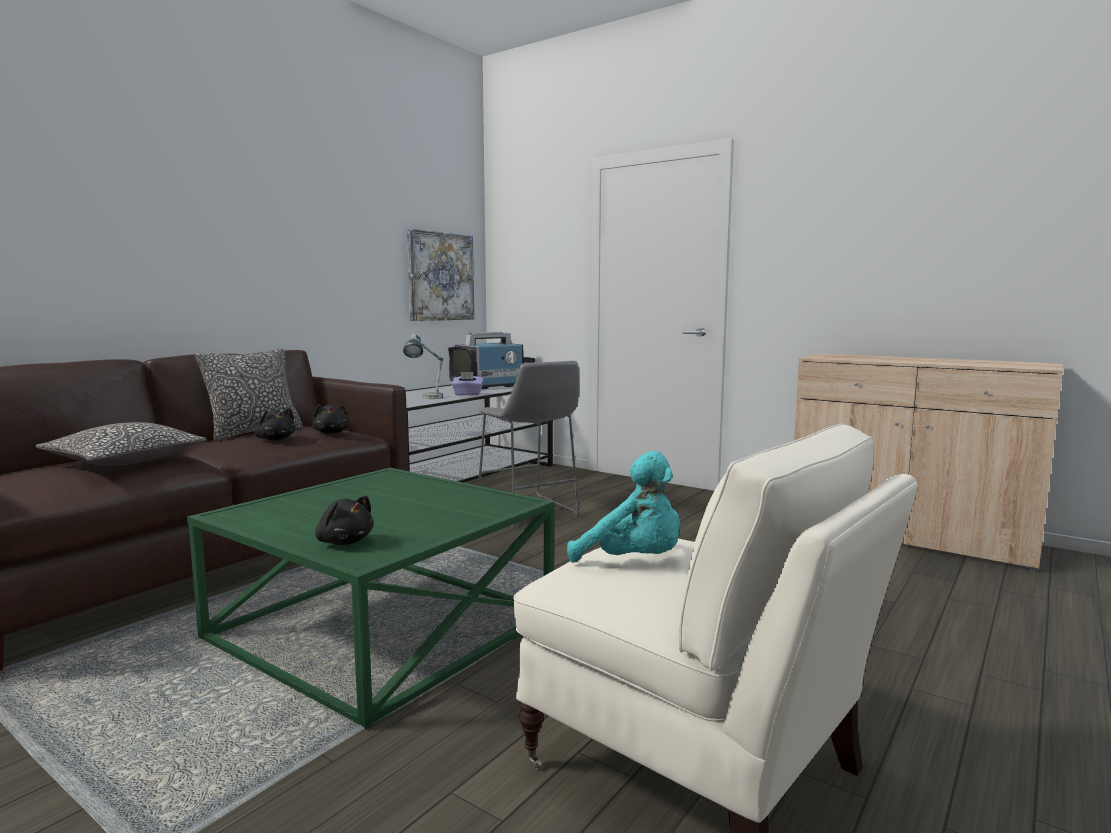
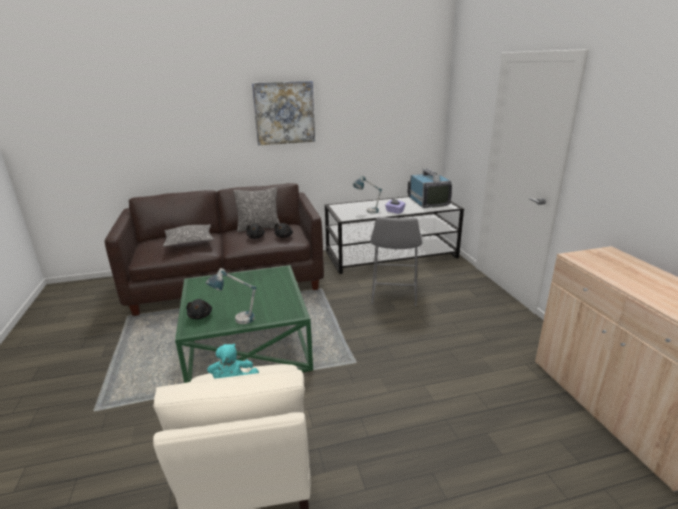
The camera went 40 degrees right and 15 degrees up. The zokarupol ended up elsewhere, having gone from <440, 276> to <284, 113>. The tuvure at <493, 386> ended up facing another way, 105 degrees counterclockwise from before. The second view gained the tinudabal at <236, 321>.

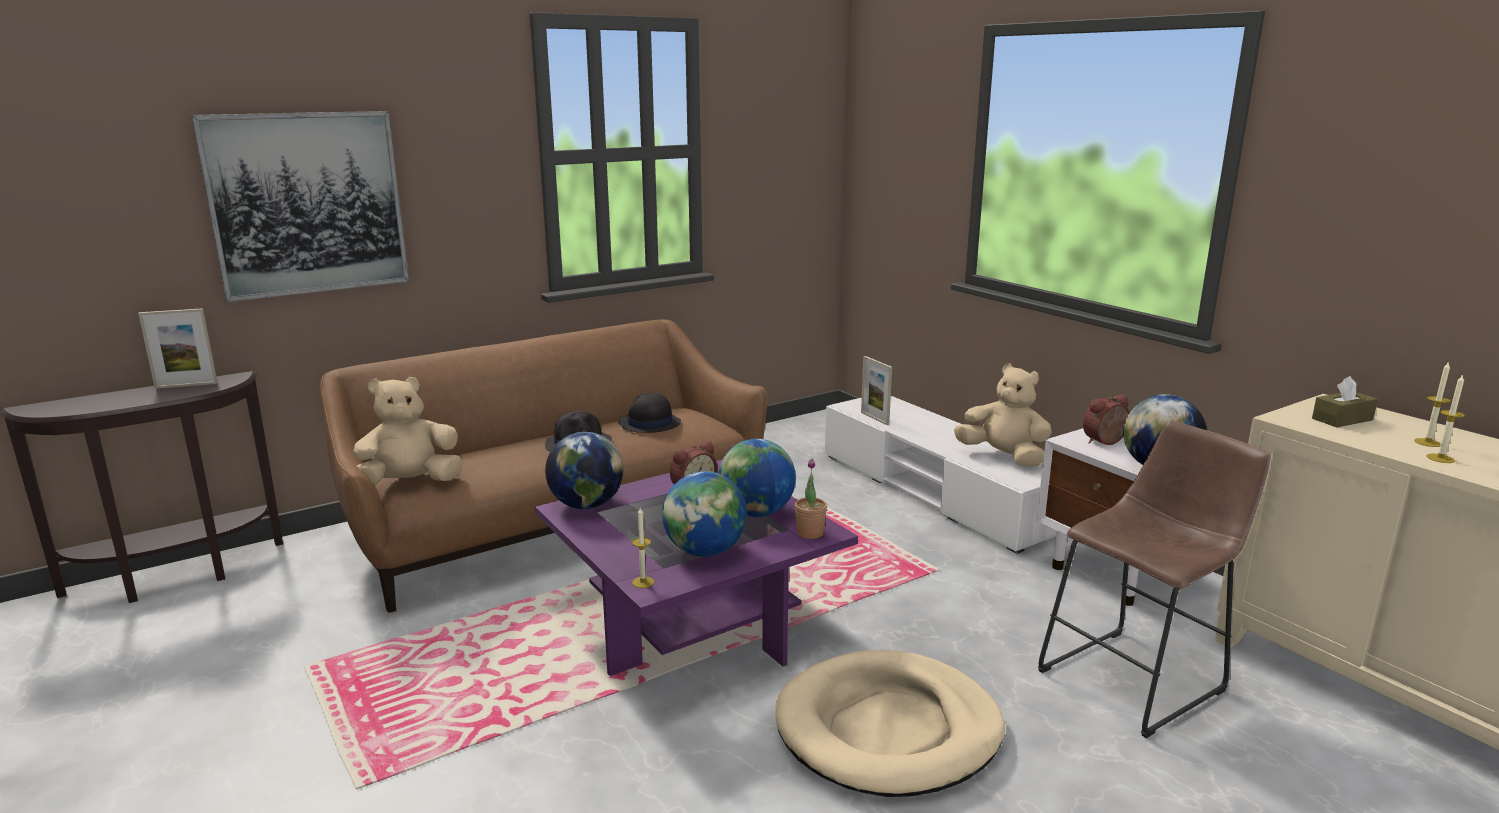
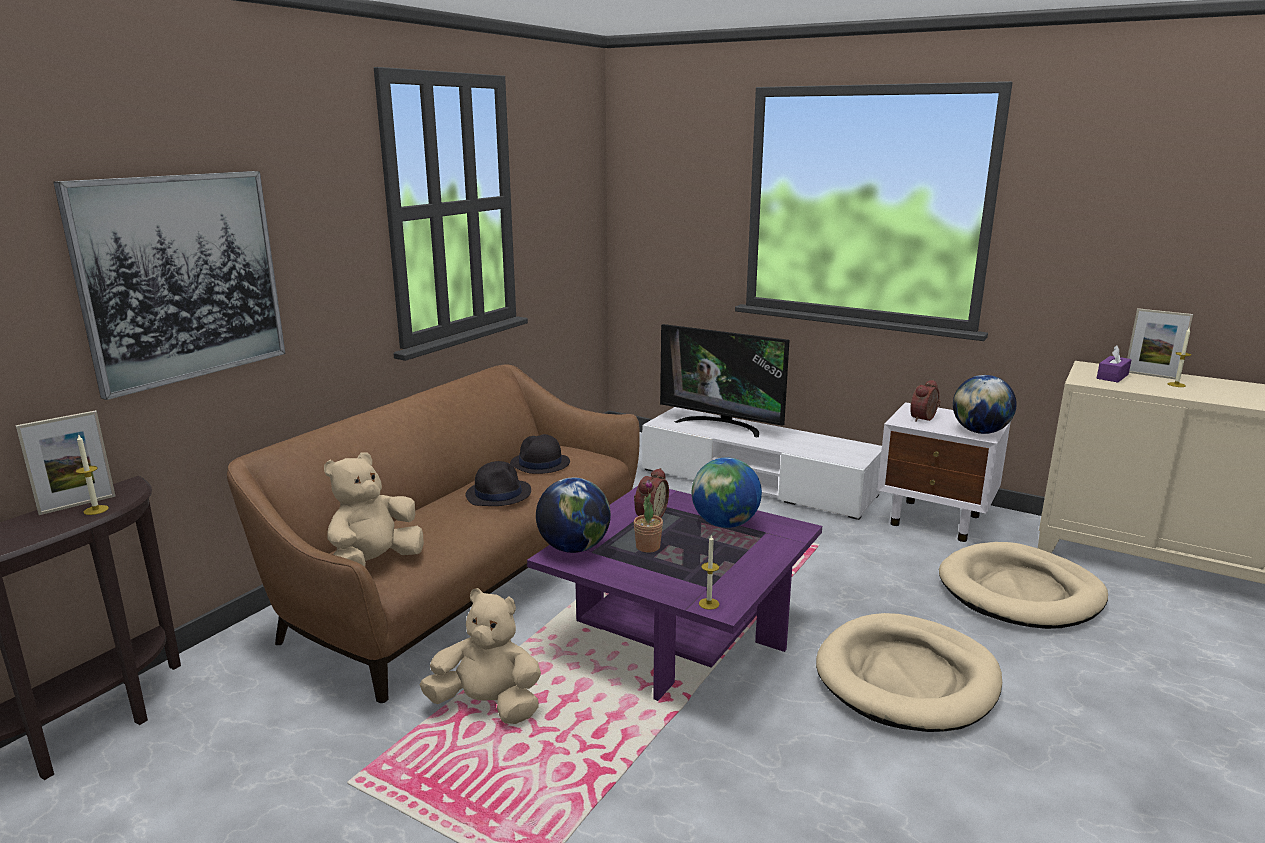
The camera went 25 degrees left and 0 degrees up. The second view lost the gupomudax at <705, 551>. The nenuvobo ended up elsewhere, having gone from <810, 533> to <648, 547>. The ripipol ended up elsewhere, having gone from <874, 418> to <1151, 375>. The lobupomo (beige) ended up elsewhere, having gone from <1003, 457> to <488, 705>. Where the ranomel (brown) stood at <1138, 678>, the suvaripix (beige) came to stand at <1020, 592>. What was the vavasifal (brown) at <1342, 419> turned into the vavasifal (purple) at <1112, 376>. The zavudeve ended up elsewhere, having gone from <1440, 458> to <96, 510>. The second view gained the tuvure at <722, 425>.

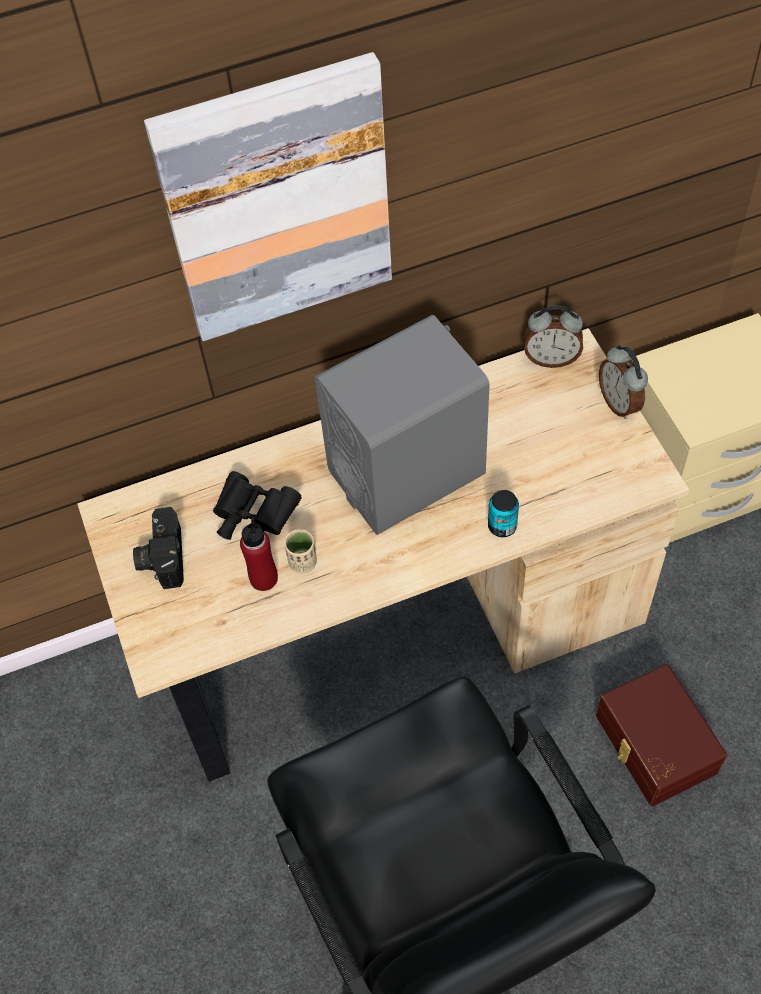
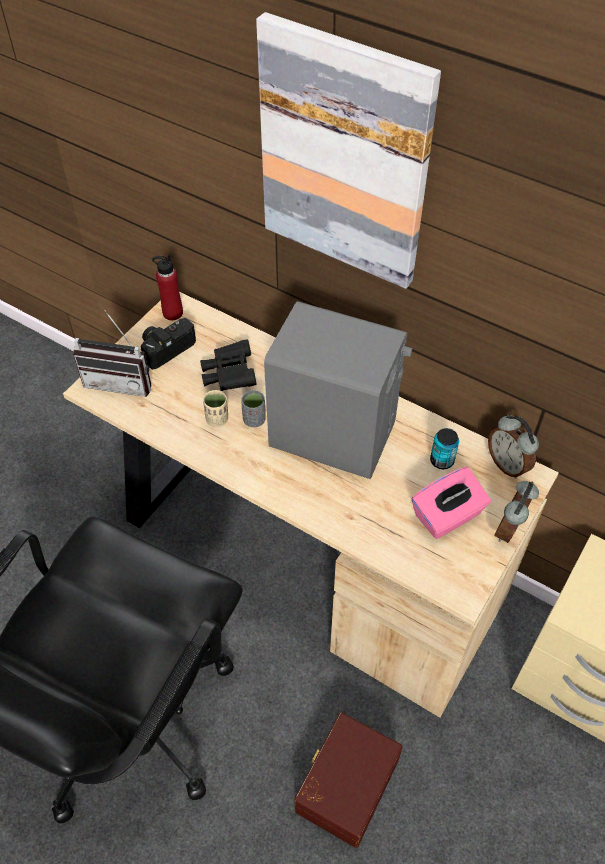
The camera went 50 degrees right and 5 degrees down. The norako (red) ended up elsewhere, having gone from <263, 578> to <172, 313>. The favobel ended up elsewhere, having gone from <502, 526> to <442, 460>. The second view gained the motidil at <121, 381>. The second view gained the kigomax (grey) at <254, 420>. The second view gained the vavasifal (pink) at <447, 516>.

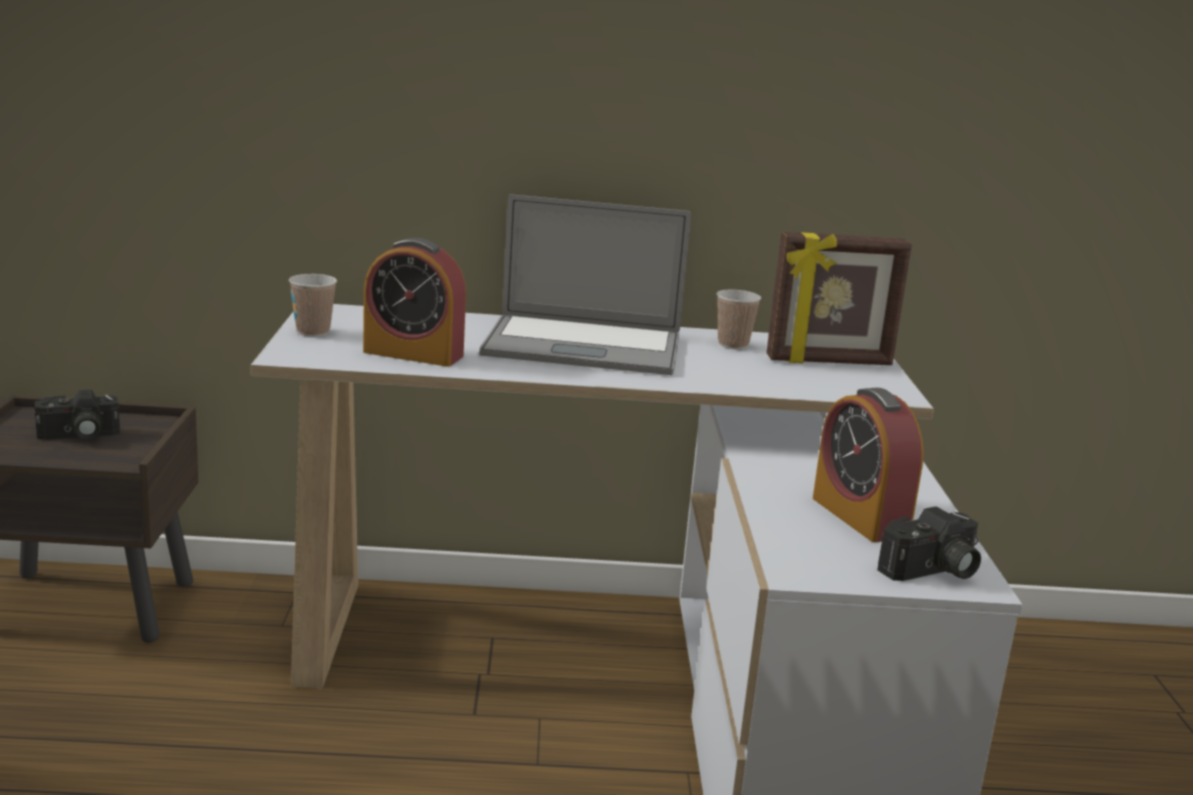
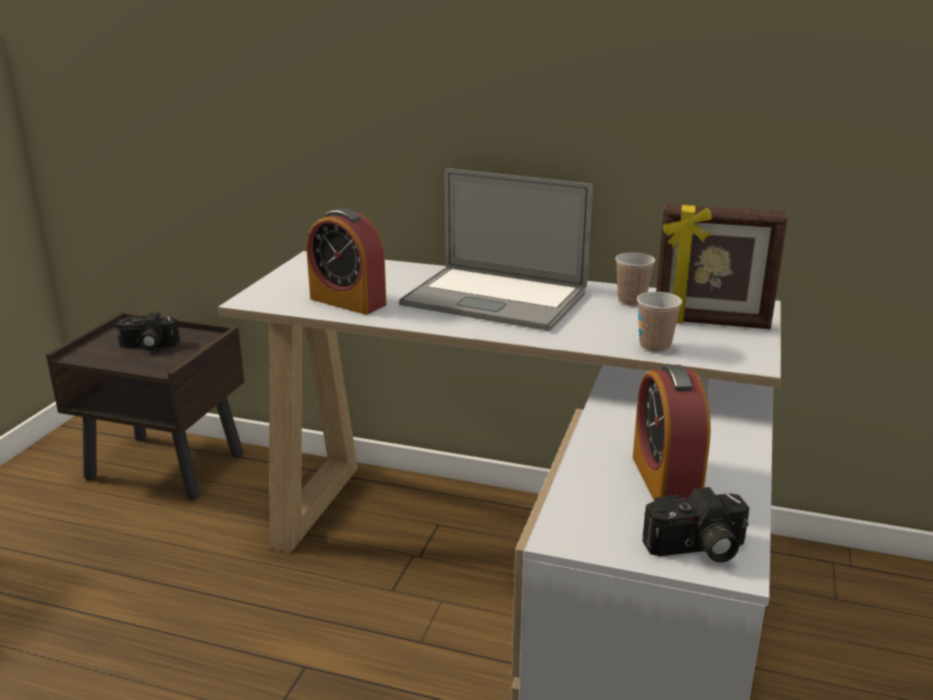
The camera went 20 degrees right and 5 degrees up. The kigomax ended up elsewhere, having gone from <313, 332> to <655, 346>.

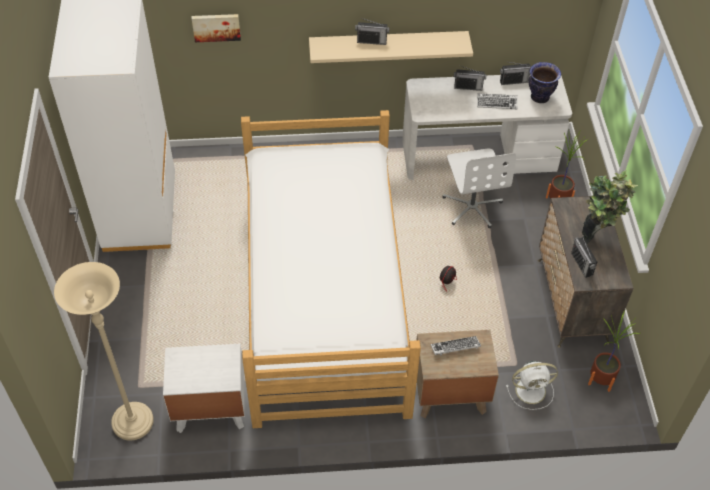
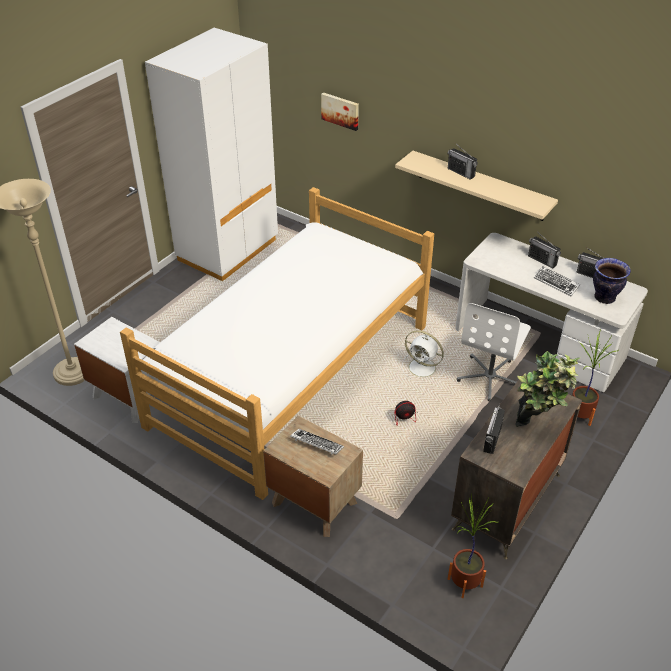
The camera went 40 degrees right and 10 degrees down. The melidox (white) ended up elsewhere, having gone from <532, 390> to <423, 368>.

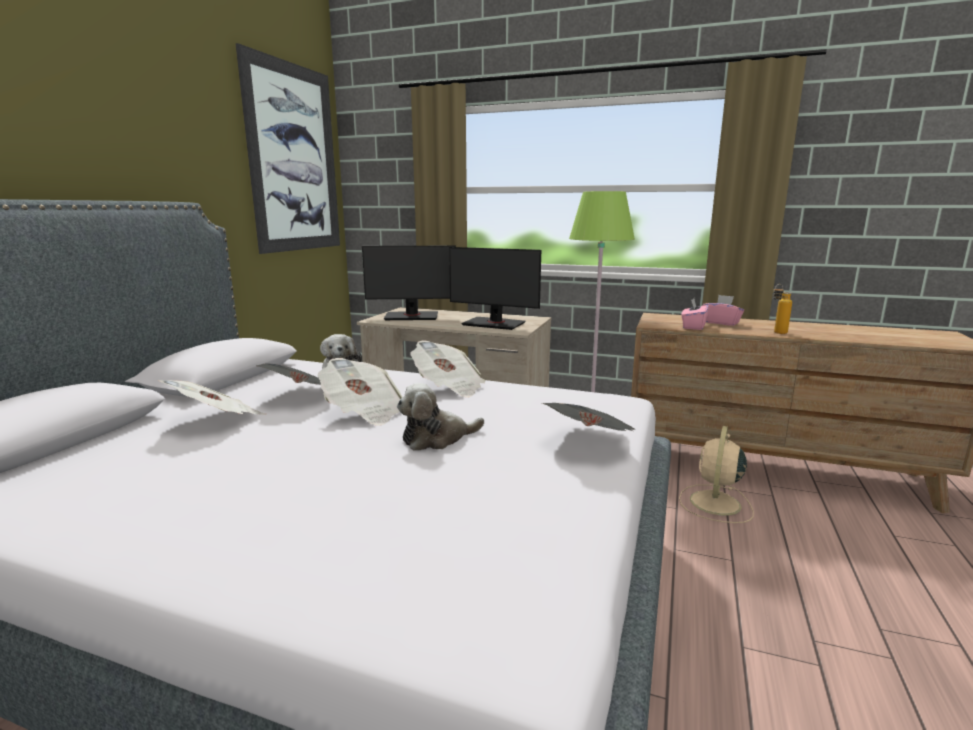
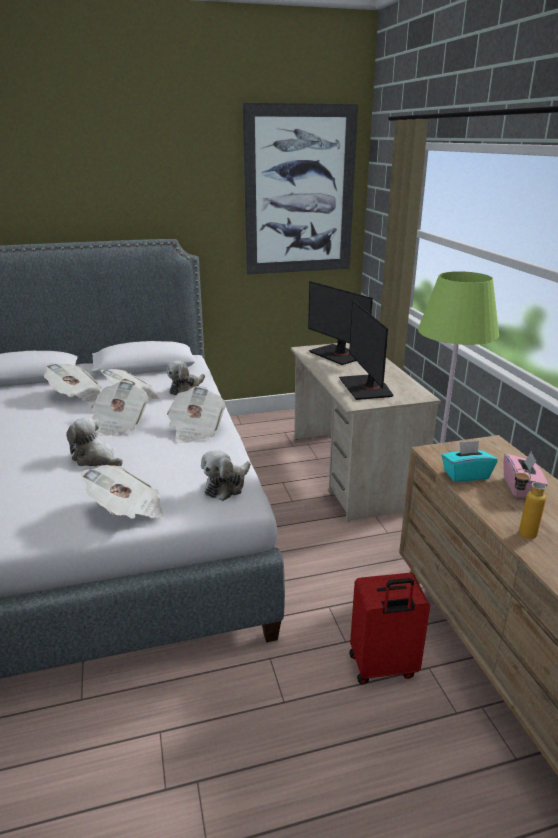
The camera went 55 degrees right and 10 degrees up. Where the melidox (beige) stood at <715, 504>, the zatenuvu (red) came to stand at <383, 667>. What was the vavasifal (pink) at <693, 327> turned into the vavasifal (turquoise) at <465, 475>. The second view gained the lobupomo at <226, 486>.

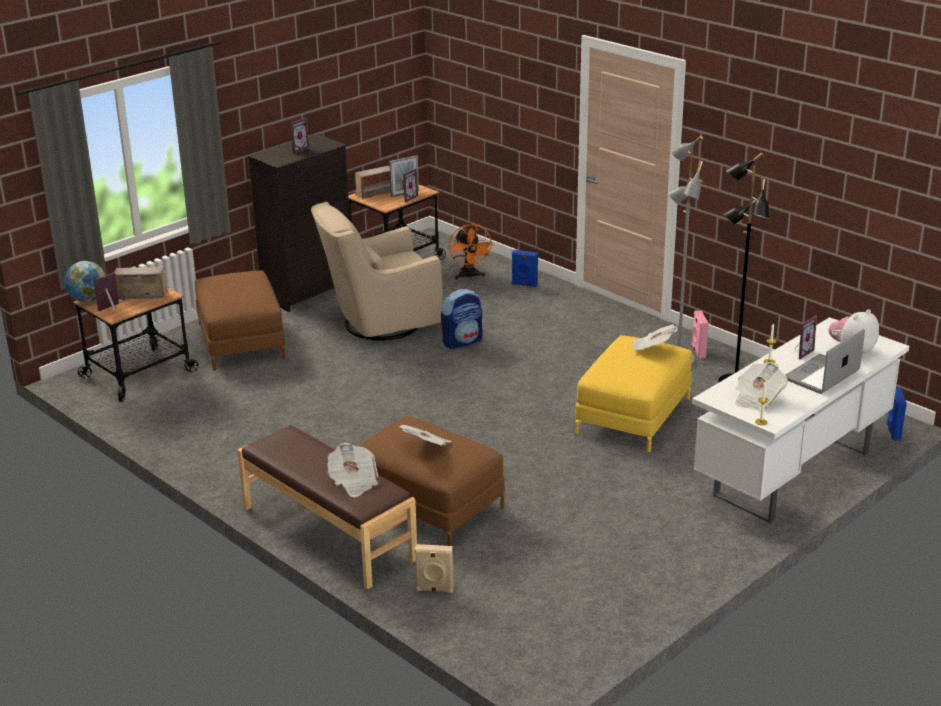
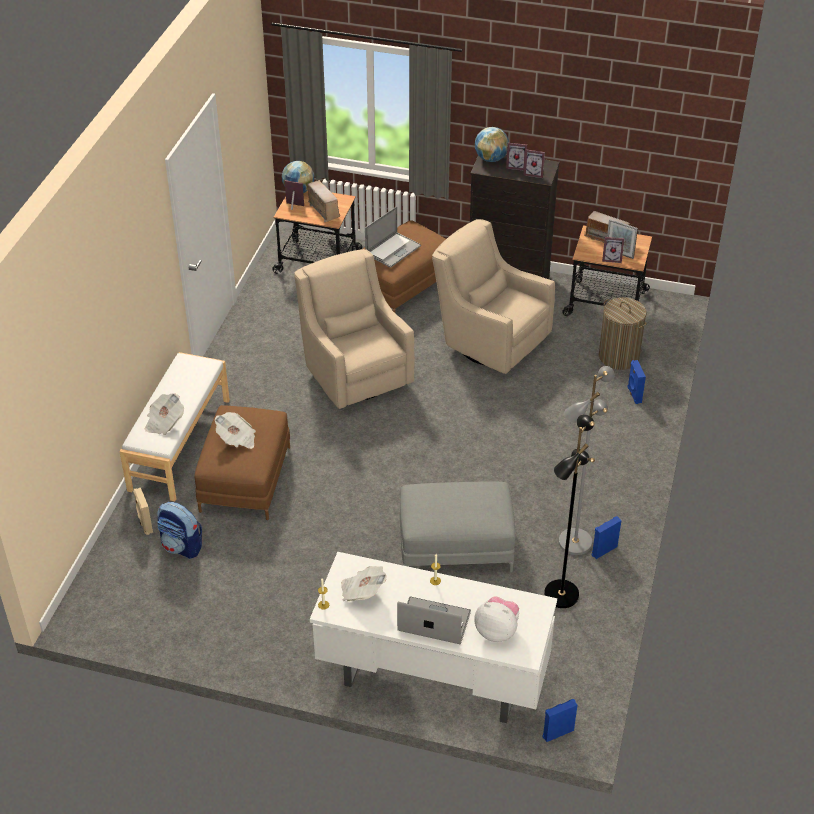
The camera went 60 degrees right and 15 degrees up. What was the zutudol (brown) at <327, 534> turned into the zutudol (white) at <179, 444>. The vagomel ended up elsewhere, having gone from <462, 341> to <182, 546>. Where the melidox (orange) stood at <469, 276>, the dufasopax came to stand at <619, 356>. What was the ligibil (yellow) at <634, 416> turned into the ligibil (grey) at <455, 546>. The second view lost the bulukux at <652, 348>. What was the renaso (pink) at <698, 351> turned into the renaso (blue) at <603, 550>. The ripipol ended up elsewhere, having gone from <800, 352> to <534, 173>. The second view gained the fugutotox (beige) at <354, 374>. The second view gained the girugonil at <393, 250>. The second view gained the gupomudax at <491, 159>.

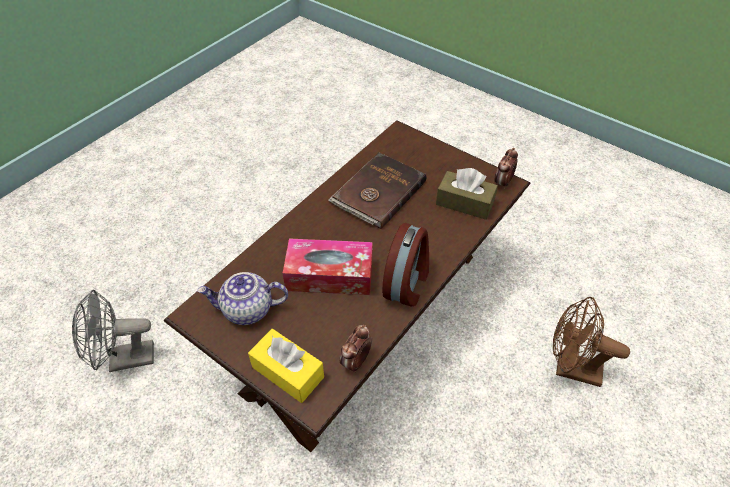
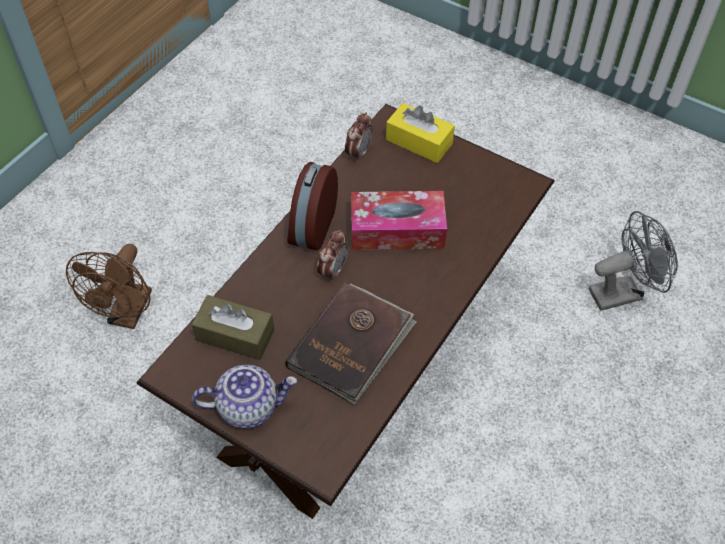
The camera went 175 degrees right and 5 degrees up. The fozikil ended up elsewhere, having gone from <247, 310> to <248, 406>. The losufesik ended up elsewhere, having gone from <502, 183> to <333, 270>. The melidox (brown) at <570, 369> ended up facing another way, 90 degrees clockwise from before.

